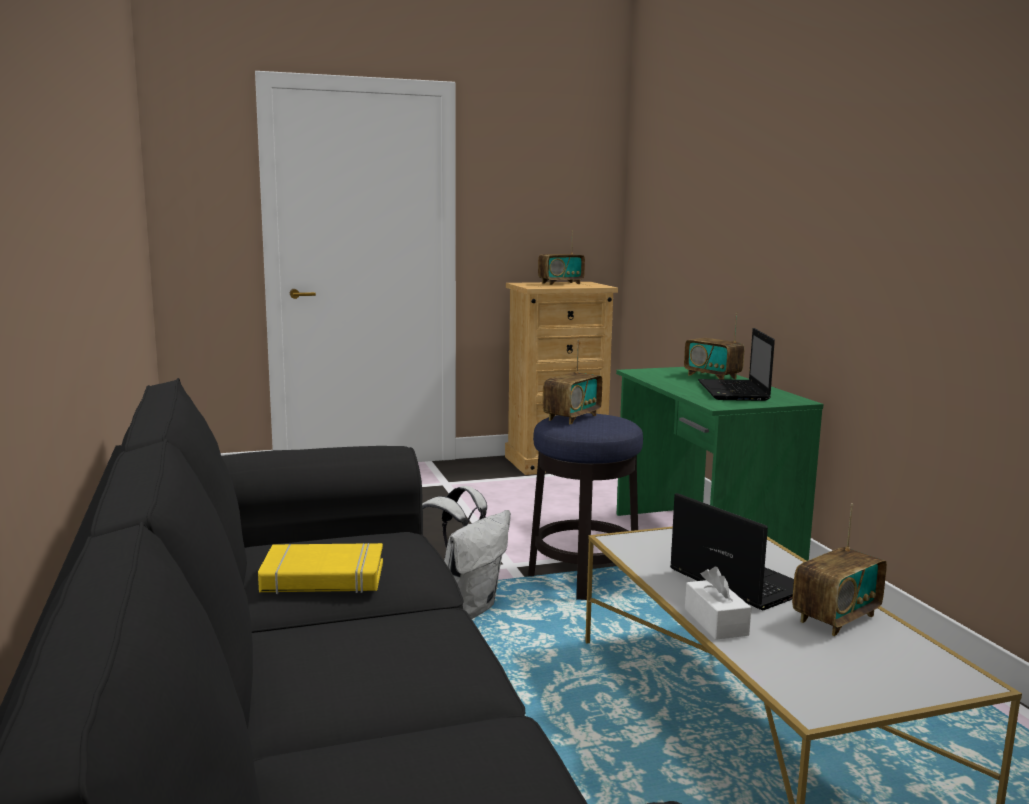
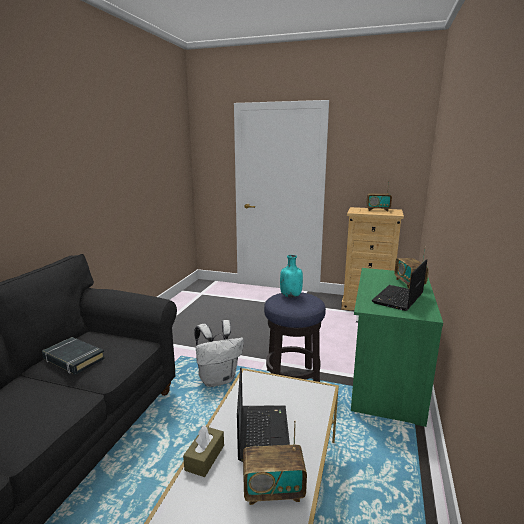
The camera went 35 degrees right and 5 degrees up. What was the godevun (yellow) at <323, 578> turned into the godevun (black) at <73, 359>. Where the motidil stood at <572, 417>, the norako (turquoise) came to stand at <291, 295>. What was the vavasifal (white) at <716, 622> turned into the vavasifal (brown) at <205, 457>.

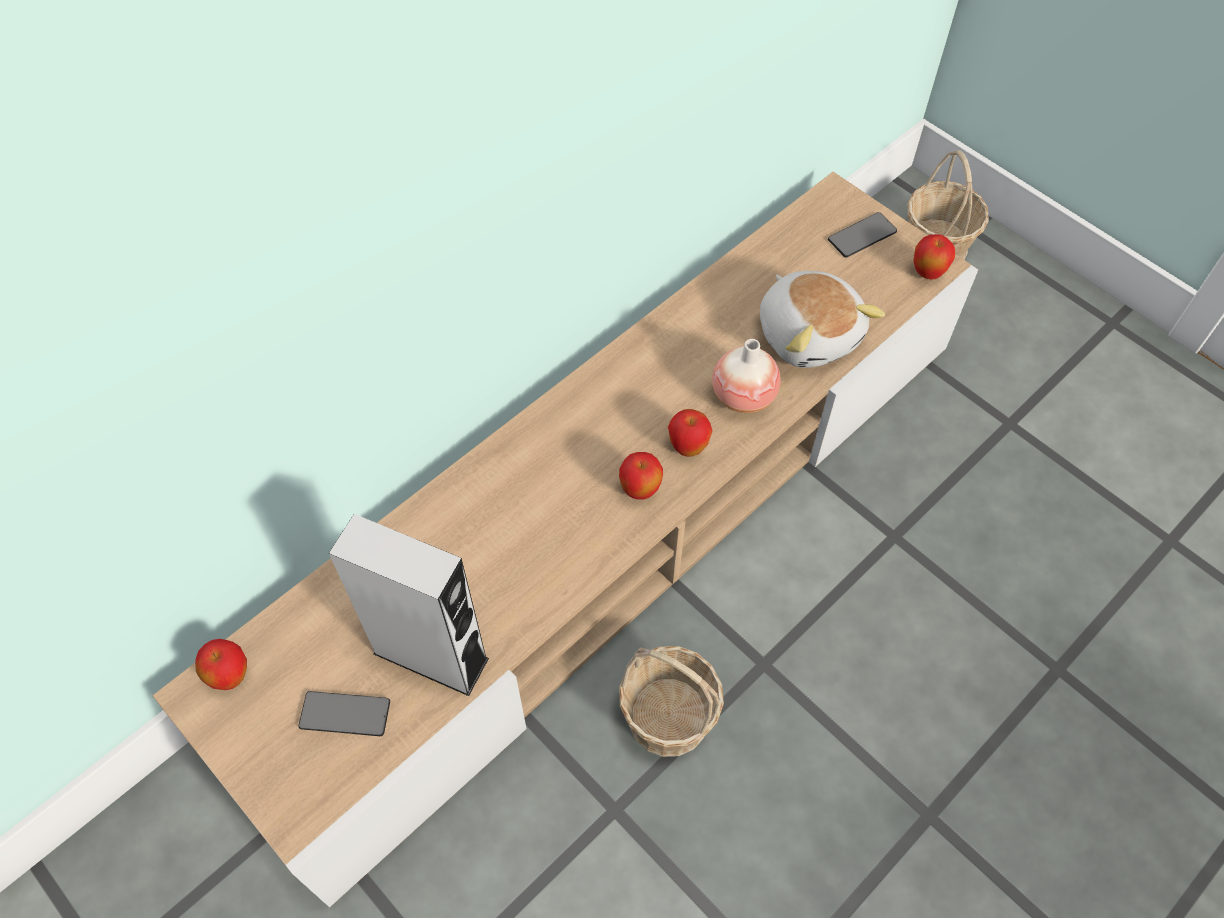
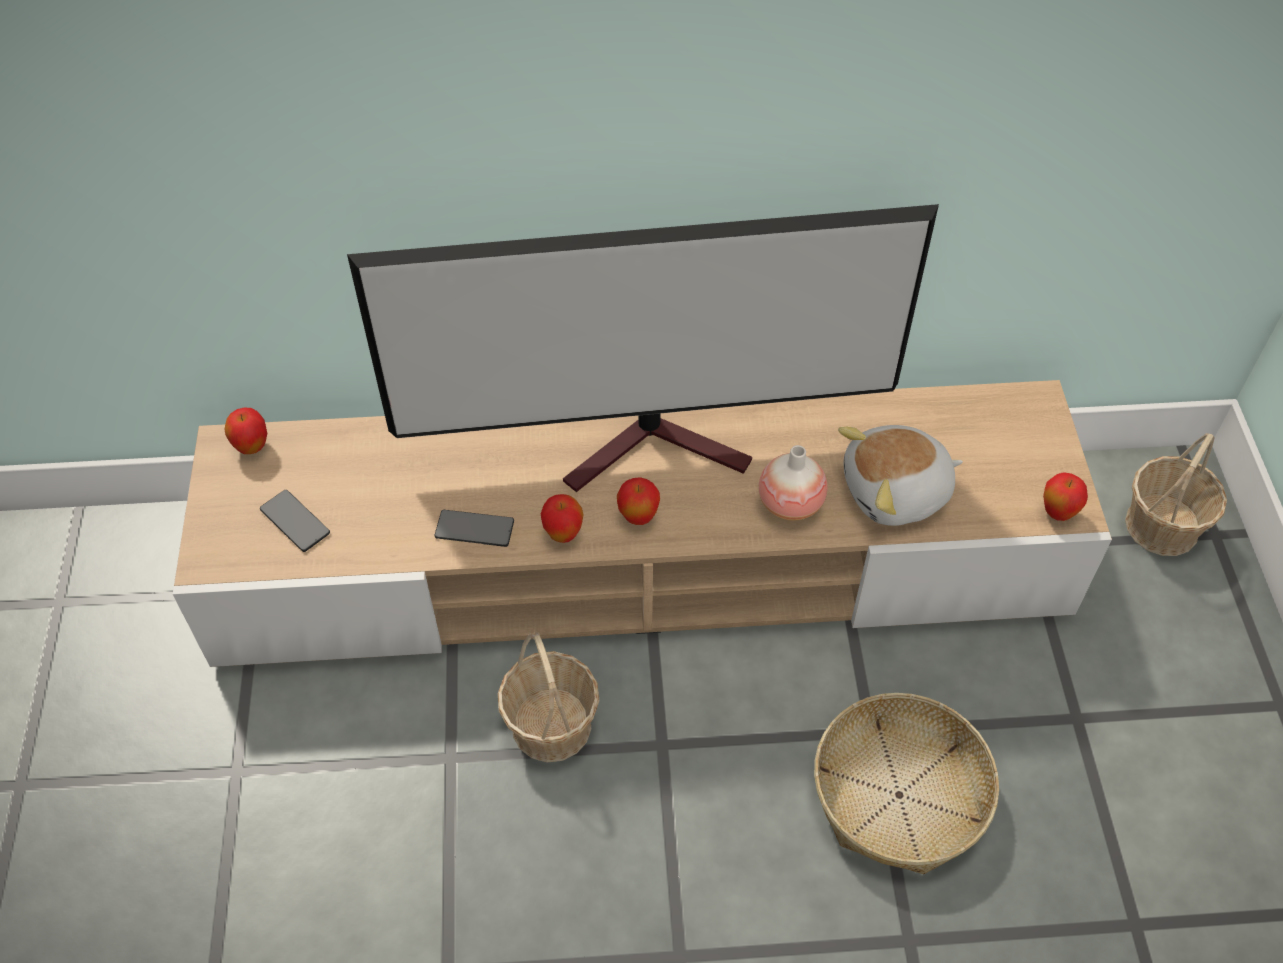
The camera went 40 degrees right and 5 degrees down. The second view lost the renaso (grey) at <431, 656>. The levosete ended up elsewhere, having gone from <688, 447> to <563, 534>. The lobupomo at <809, 334> ended up facing another way, 60 degrees clockwise from before. The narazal ended up elsewhere, having gone from <862, 236> to <474, 529>. The second view gained the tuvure at <659, 447>. The second view gained the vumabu at <900, 795>.

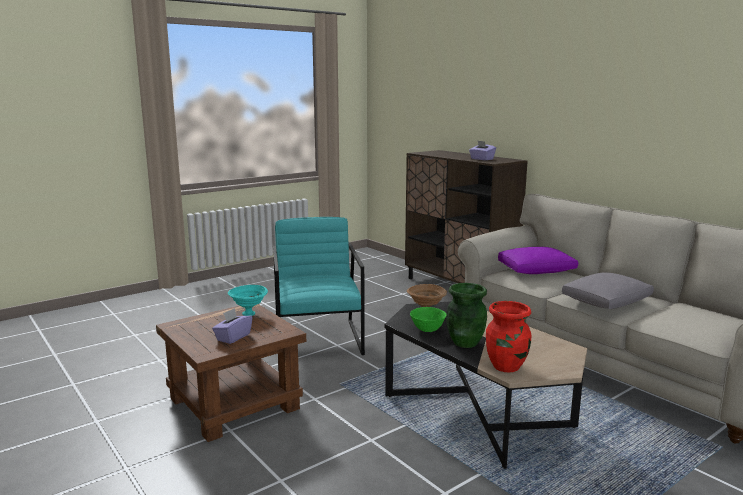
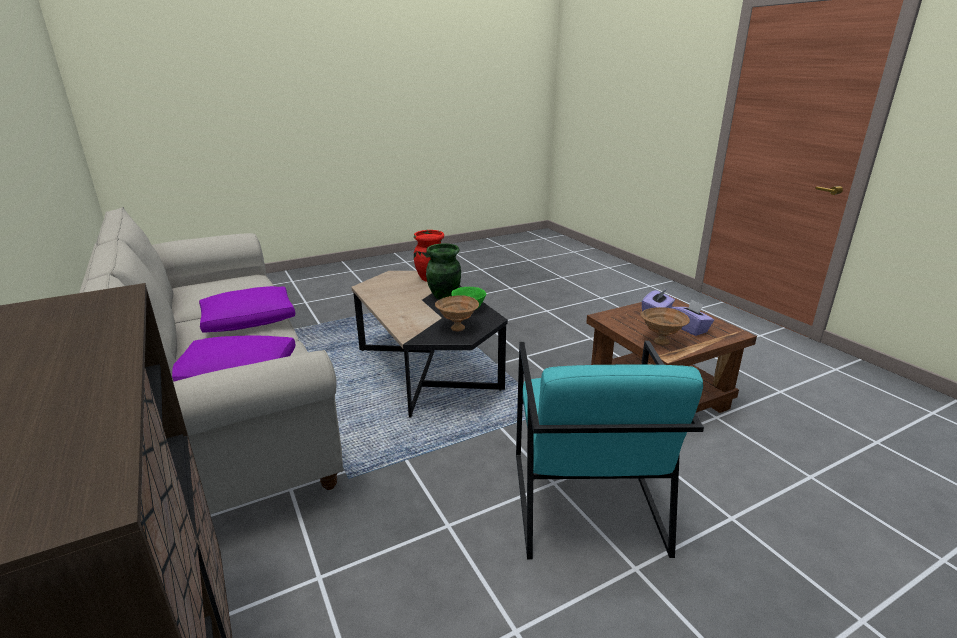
The camera went 170 degrees left and 10 degrees up. What was the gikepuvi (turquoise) at <249, 314> turned into the gikepuvi (brown) at <660, 341>. The vavasifal (purple) ended up elsewhere, having gone from <481, 159> to <690, 328>. What was the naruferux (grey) at <606, 301> turned into the naruferux (purple) at <248, 321>.

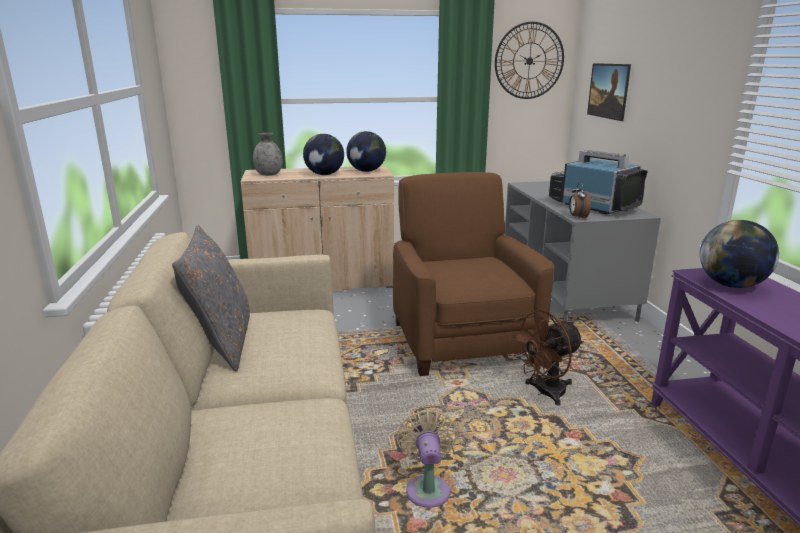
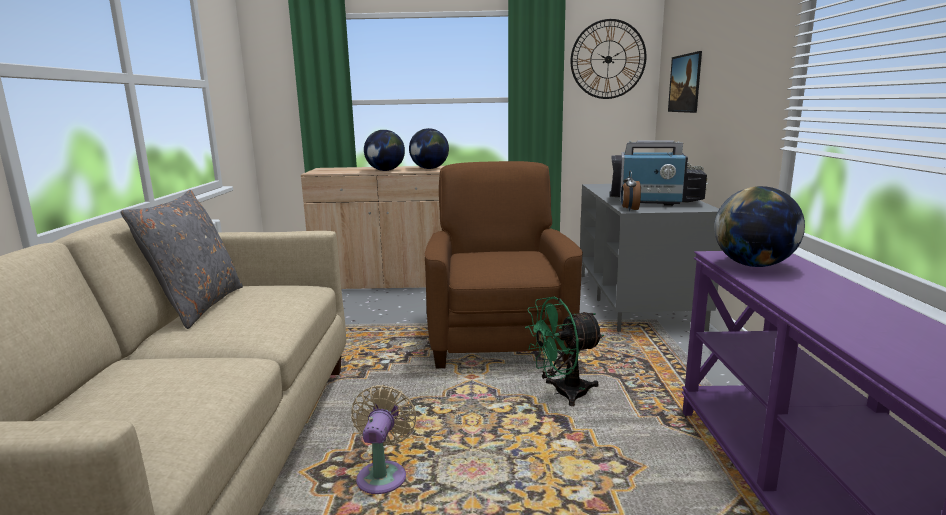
The camera went 10 degrees right and 5 degrees down. The second view lost the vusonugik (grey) at <269, 174>. What was the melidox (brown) at <544, 393> turned into the melidox (green) at <563, 393>. The tuvure at <592, 206> ended up facing another way, 135 degrees clockwise from before.

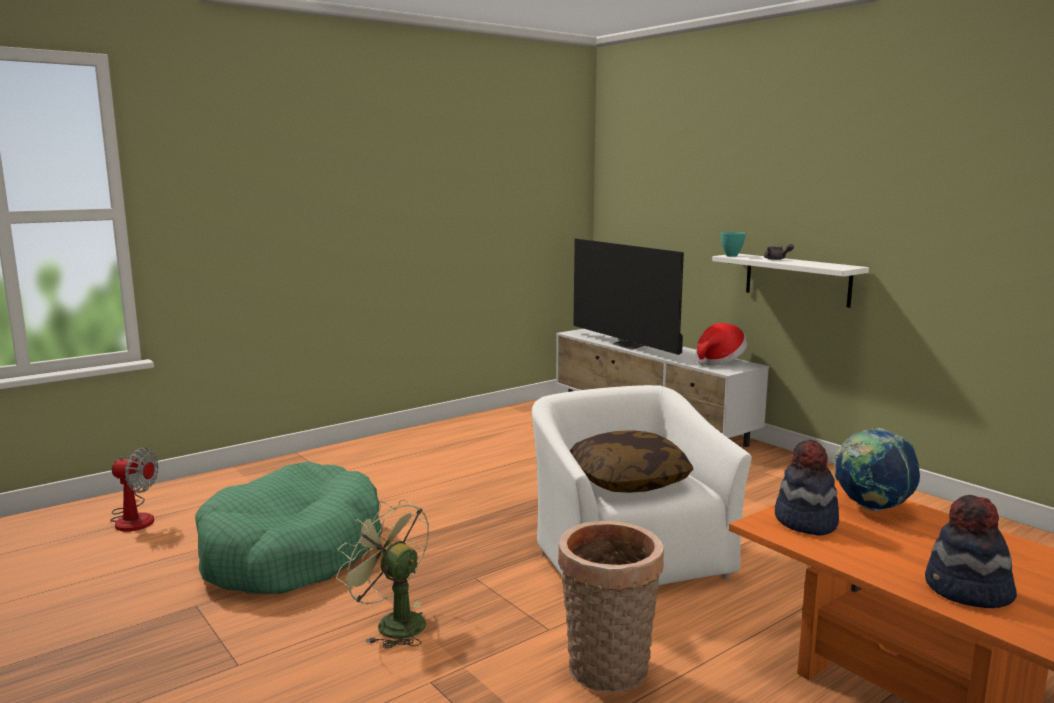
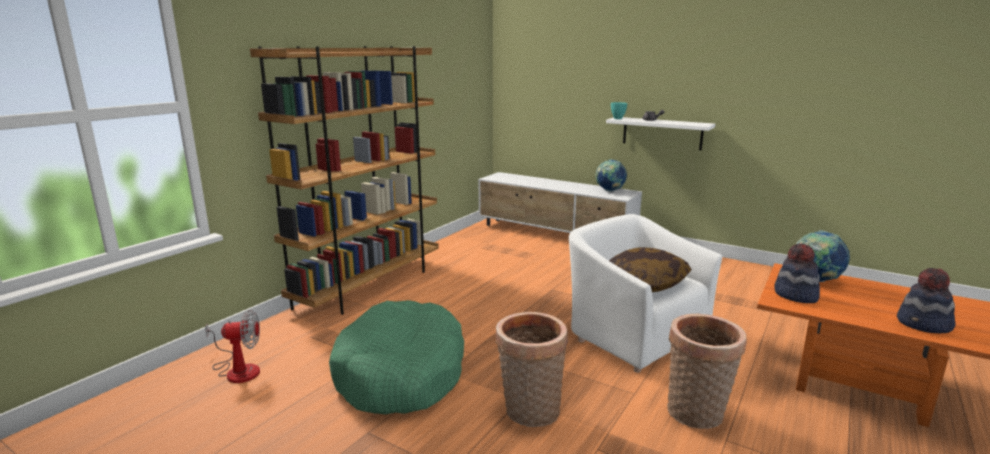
The camera went 20 degrees left and 5 degrees up. Where the melidox (green) stood at <392, 623>, the vumabu came to stand at <529, 412>. The second view lost the tuvure at <630, 345>. Where the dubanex stood at <719, 361>, the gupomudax came to stand at <609, 191>. The second view gained the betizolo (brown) at <369, 286>.

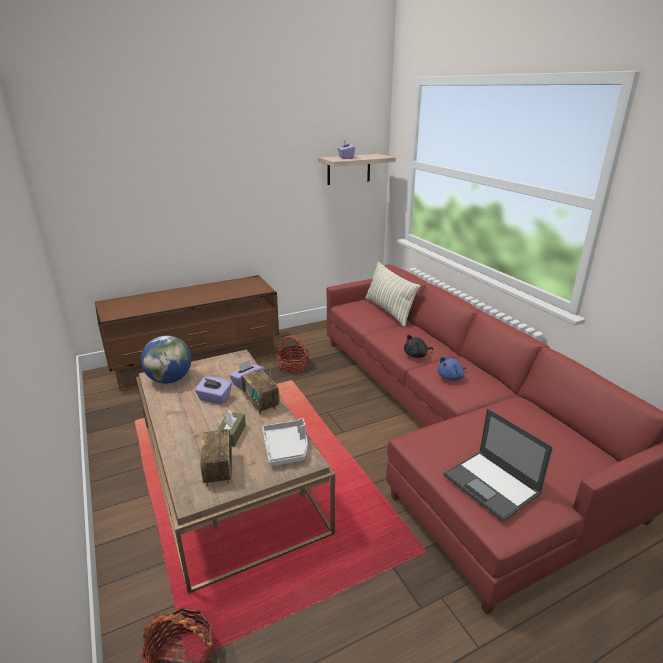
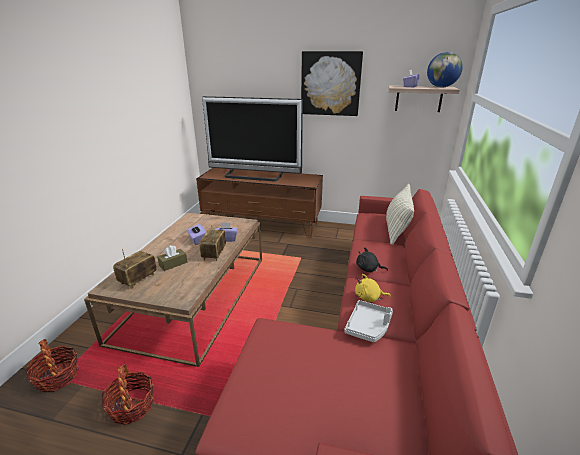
The camera went 40 degrees right and 0 degrees up. The gupomudax ended up elsewhere, having gone from <170, 379> to <441, 87>. The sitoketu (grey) ended up elsewhere, having gone from <286, 448> to <368, 326>. The vumabu ended up elsewhere, having gone from <293, 366> to <132, 406>. What was the lobupomo (blue) at <451, 377> turned into the lobupomo (yellow) at <369, 297>. The second view lost the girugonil at <492, 485>. The second view gained the tuvure at <253, 175>. The second view gained the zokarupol at <330, 84>.

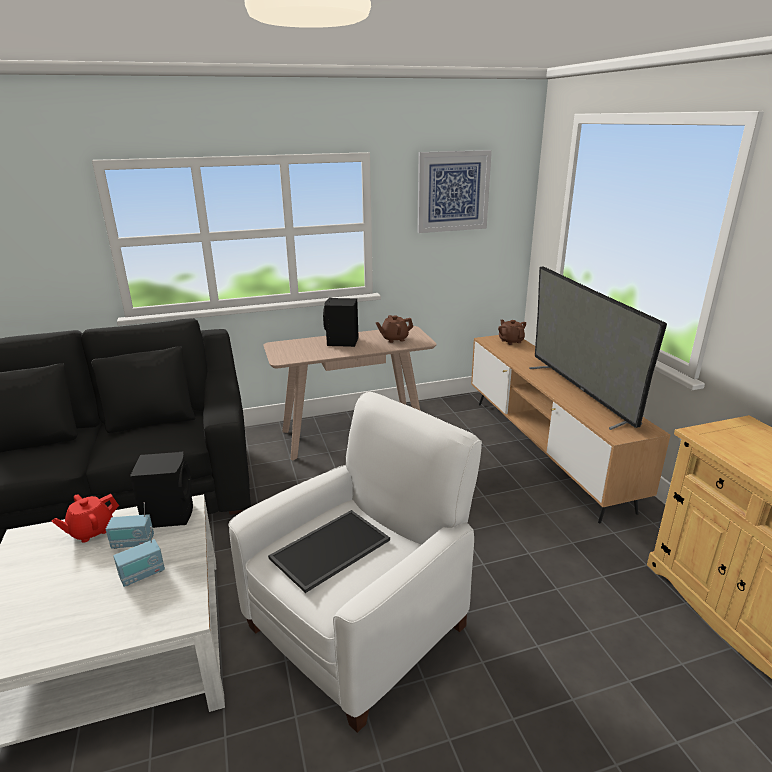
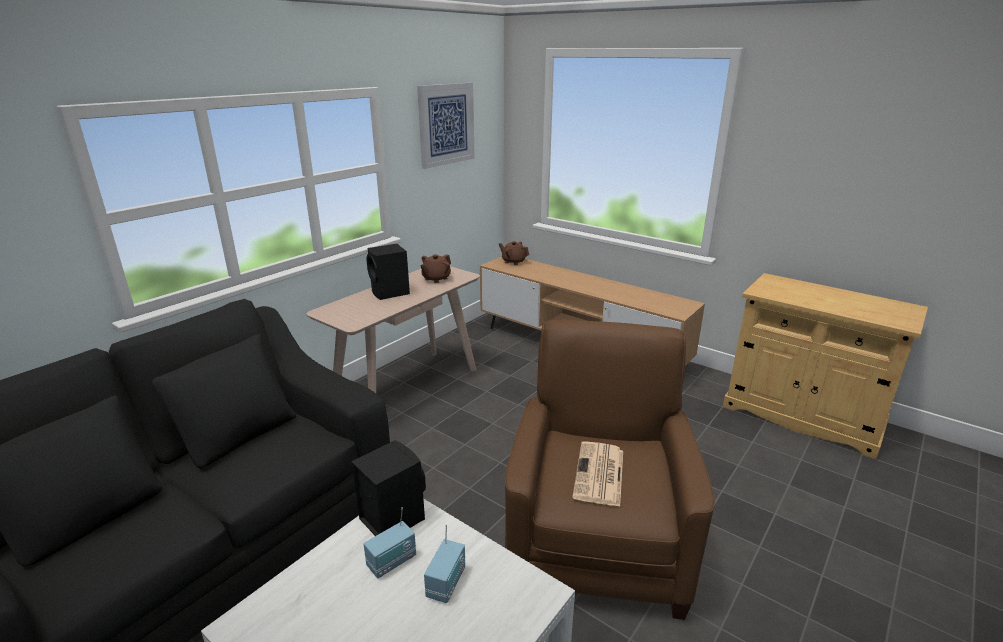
The camera went 35 degrees left and 0 degrees up. The second view lost the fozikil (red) at <91, 531>. What was the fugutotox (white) at <360, 625> turned into the fugutotox (brown) at <596, 542>. Where the sitoketu stood at <330, 550>, the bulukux came to stand at <599, 474>. The second view lost the tuvure at <580, 393>.

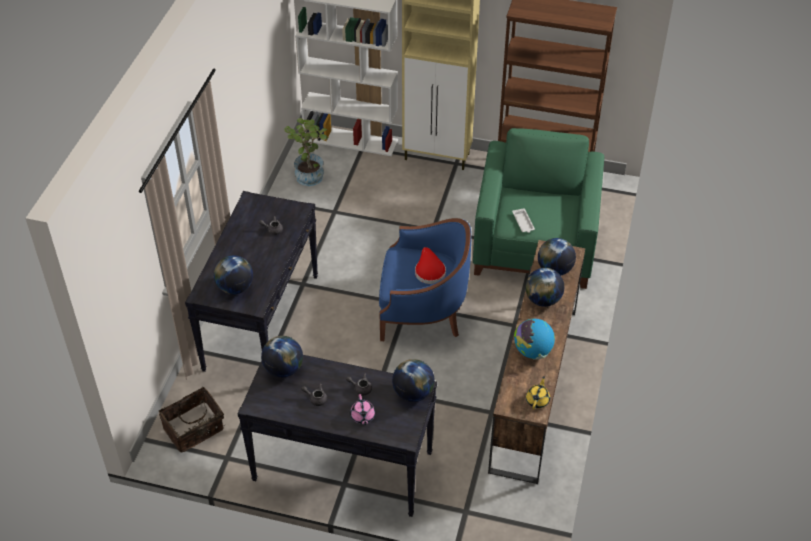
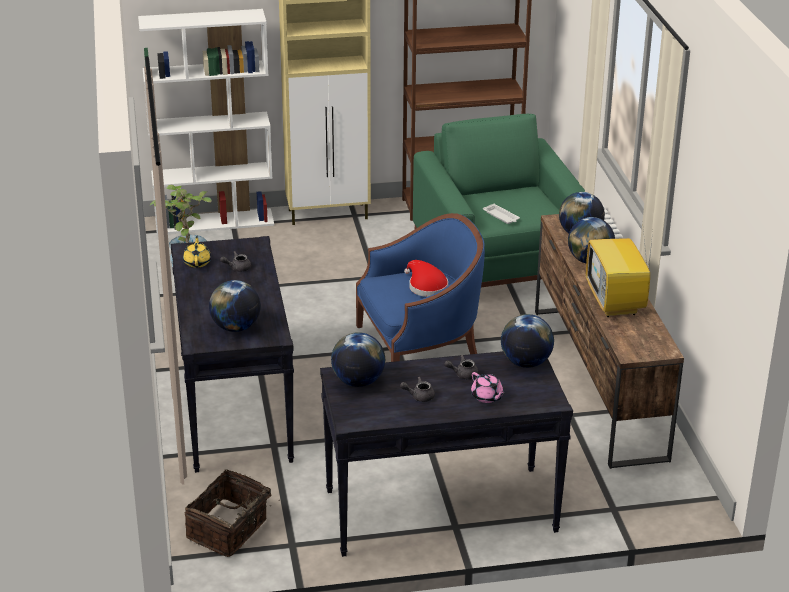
The camera went 25 degrees left and 15 degrees down. Where the gupomudax stood at <532, 351>, the tuvure came to stand at <616, 303>. The fozikil (yellow) ended up elsewhere, having gone from <537, 400> to <197, 262>.

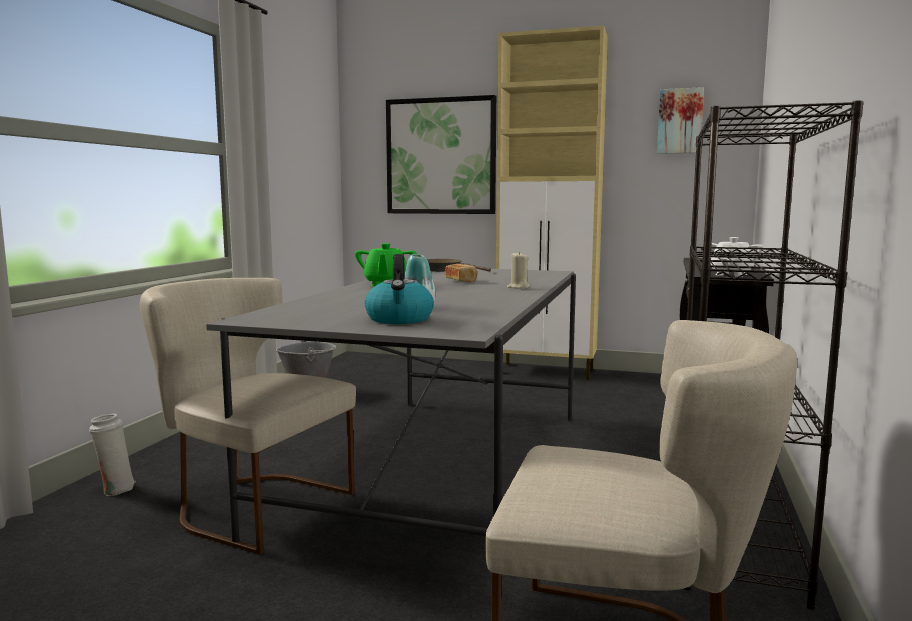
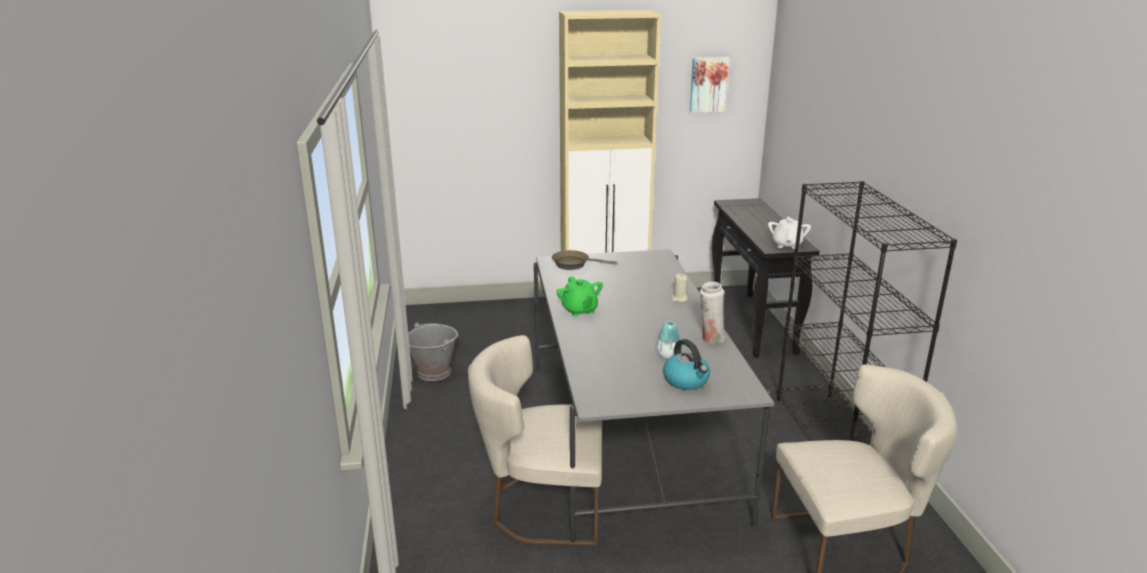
The camera went 25 degrees left and 15 degrees up. The vusonugik (white) ended up elsewhere, having gone from <115, 489> to <711, 339>. The second view lost the zokarupol at <441, 156>. The second view lost the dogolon at <461, 281>.

